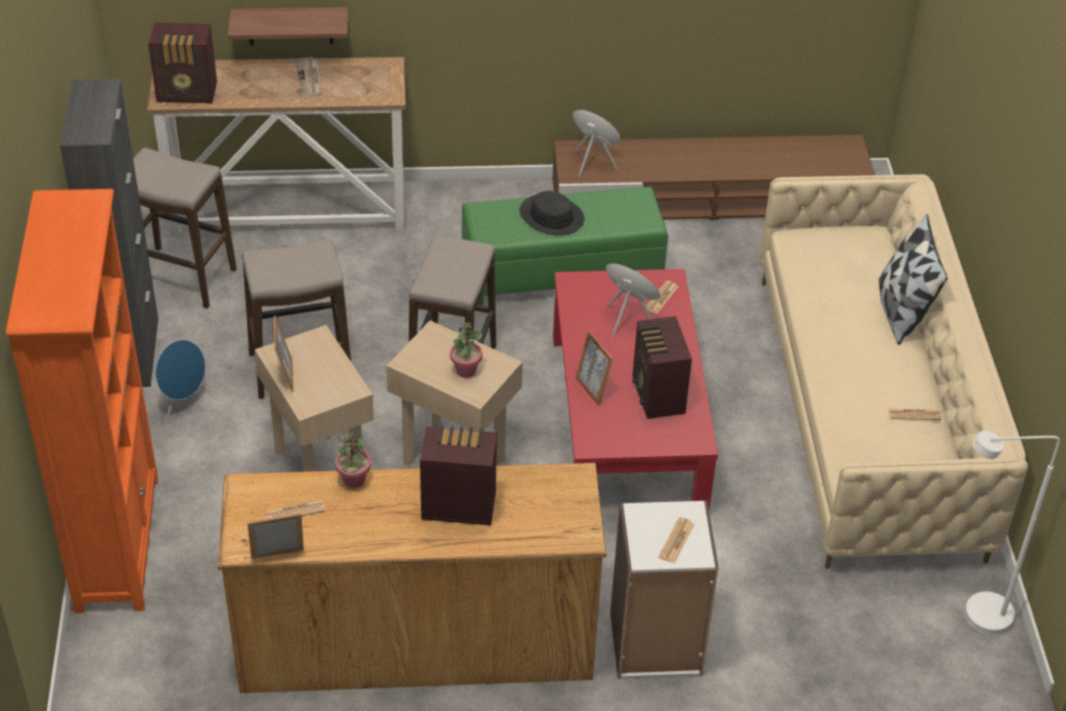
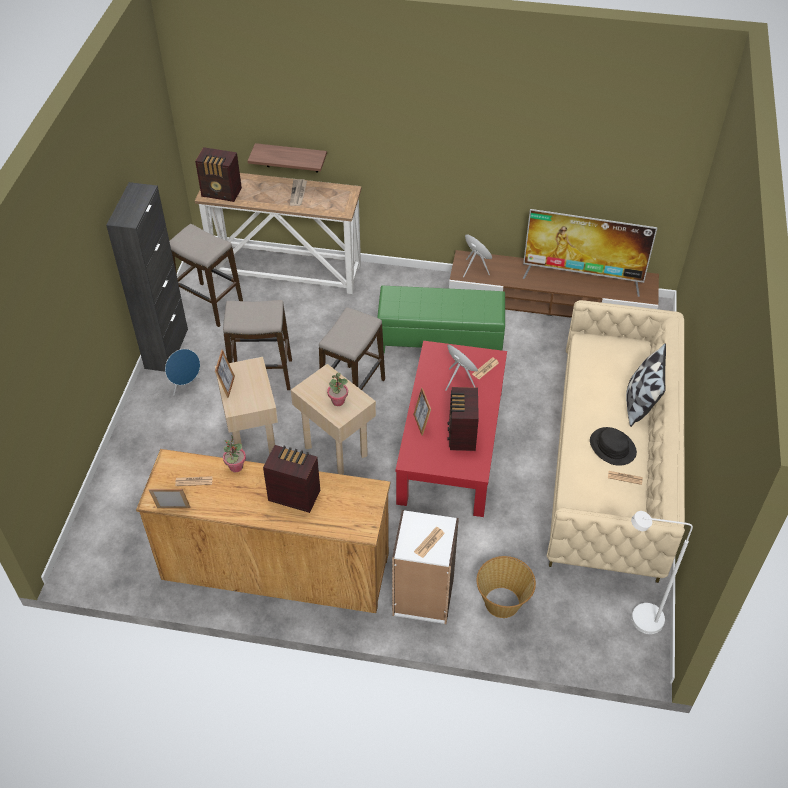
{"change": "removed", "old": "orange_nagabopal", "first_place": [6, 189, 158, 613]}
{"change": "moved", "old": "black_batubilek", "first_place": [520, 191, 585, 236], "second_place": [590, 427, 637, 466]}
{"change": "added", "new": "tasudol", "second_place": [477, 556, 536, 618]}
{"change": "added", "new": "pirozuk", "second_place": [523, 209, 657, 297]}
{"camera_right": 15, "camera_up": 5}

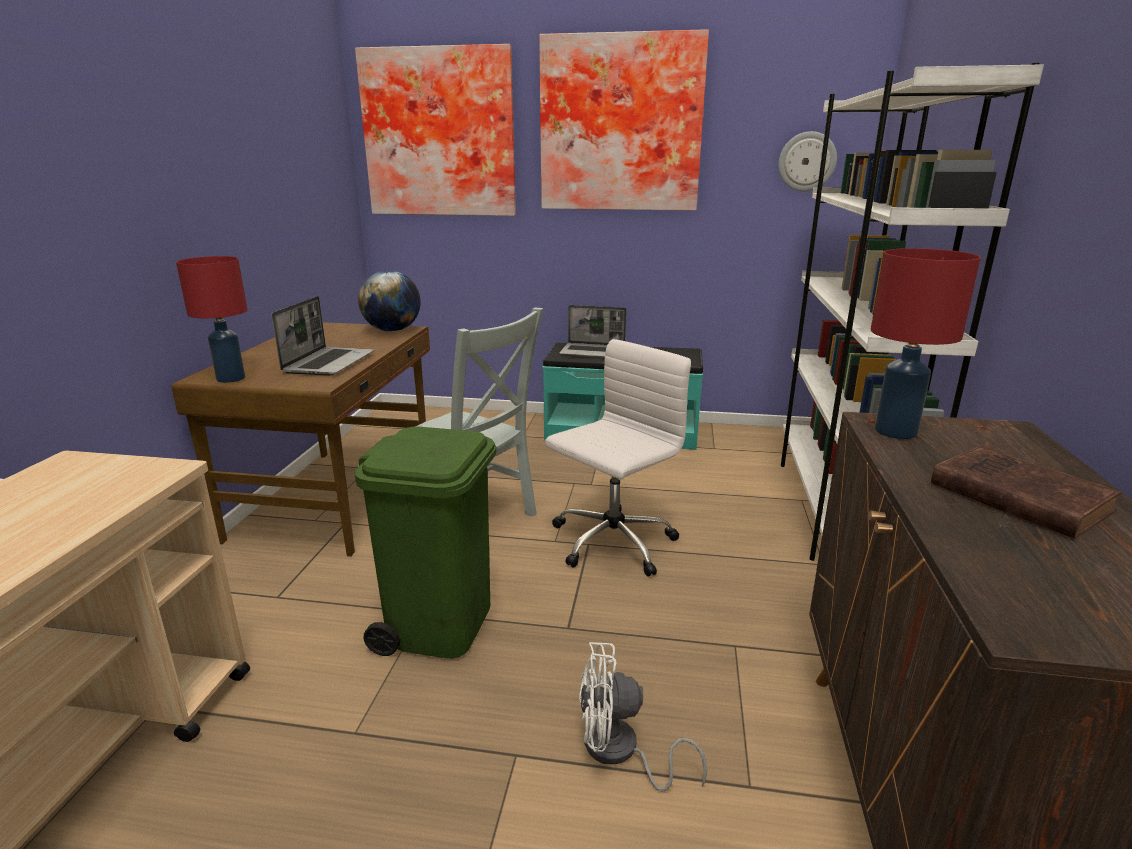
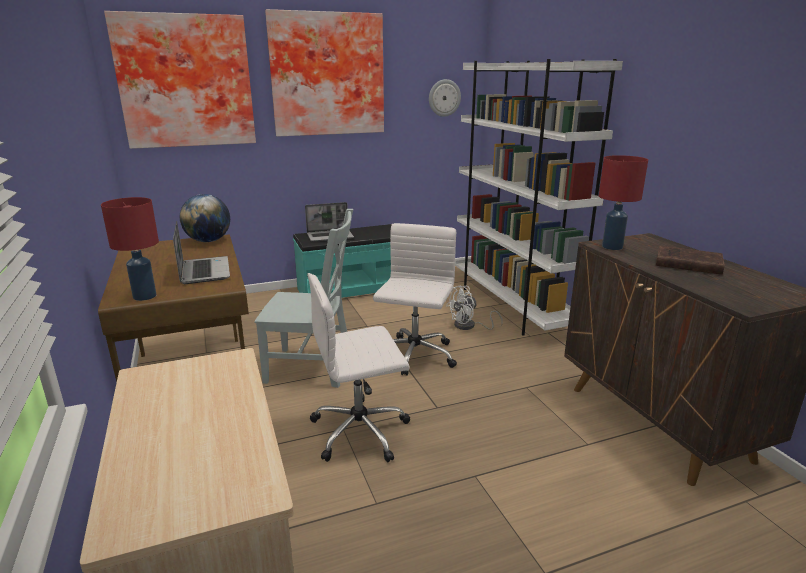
{"change": "replaced", "old": "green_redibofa", "new": "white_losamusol", "first_place": [354, 427, 496, 659], "second_place": [307, 273, 411, 462]}
{"change": "moved", "old": "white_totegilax", "first_place": [579, 642, 707, 792], "second_place": [446, 286, 503, 330]}
{"camera_right": -30, "camera_up": 0}

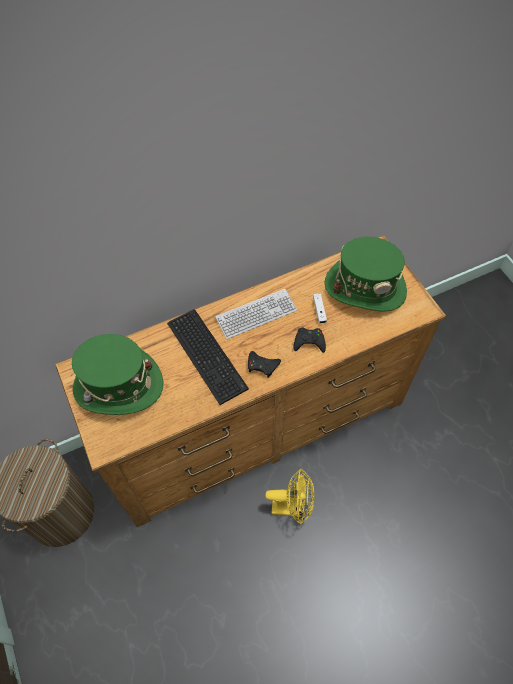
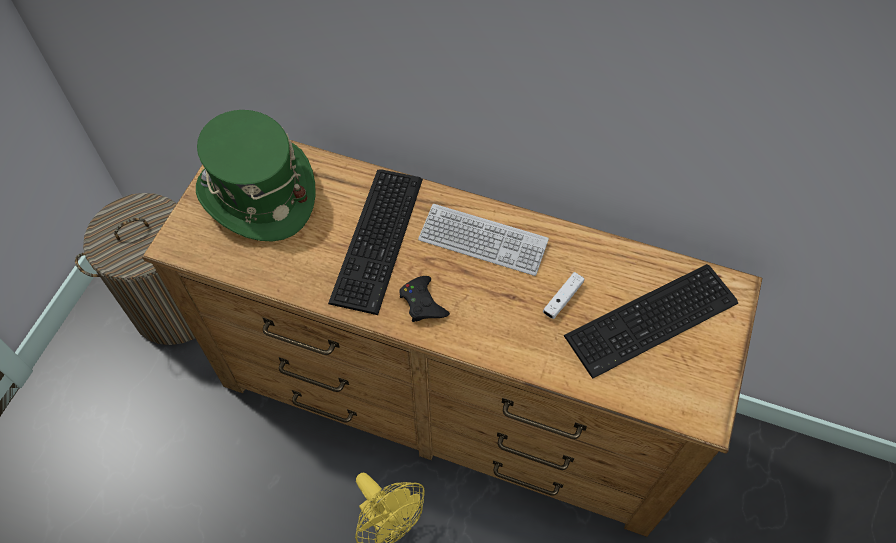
{"change": "removed", "old": "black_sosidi", "first_place": [293, 328, 326, 353]}
{"change": "replaced", "old": "green_batubilek", "new": "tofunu", "first_place": [324, 237, 407, 312], "second_place": [564, 264, 738, 379]}
{"camera_right": 45, "camera_up": 0}

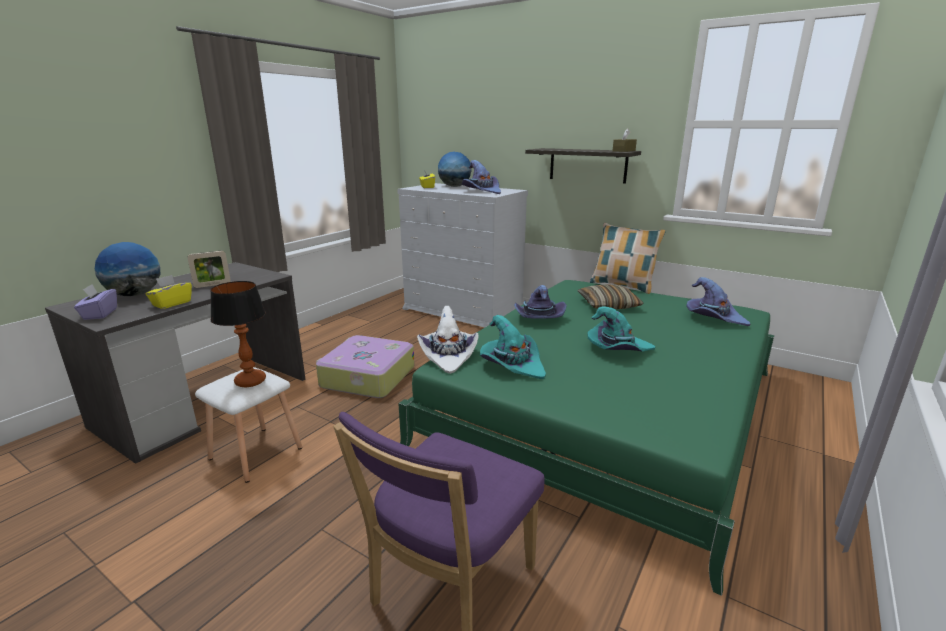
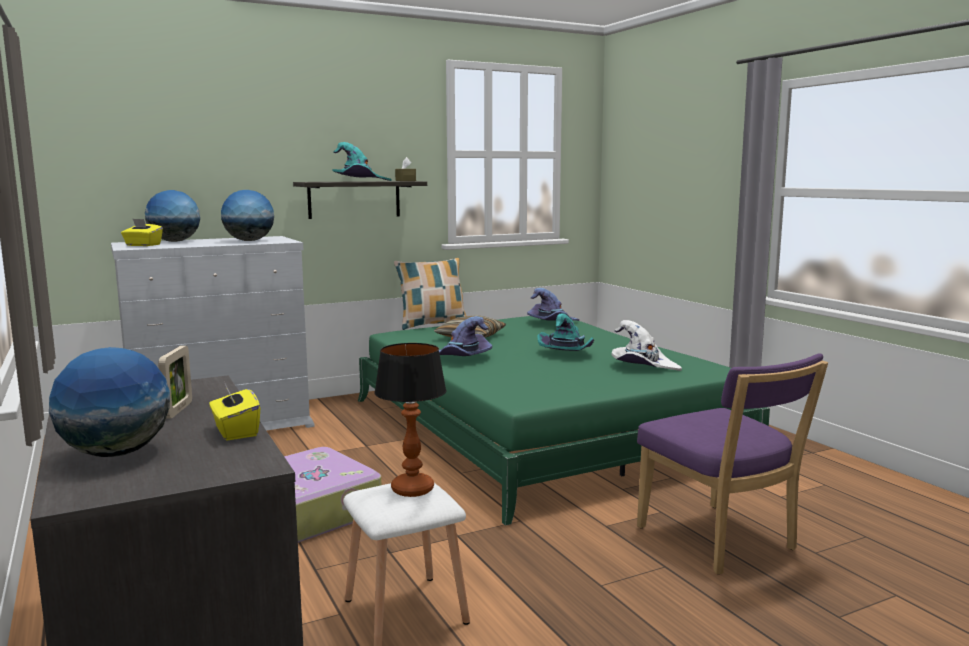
{"change": "removed", "old": "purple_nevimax", "first_place": [74, 284, 117, 320]}
{"change": "moved", "old": "white_batubilek", "first_place": [417, 306, 479, 374], "second_place": [612, 320, 682, 371]}
{"change": "replaced", "old": "purple_batubilek", "new": "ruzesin", "first_place": [462, 160, 501, 194], "second_place": [221, 190, 274, 241]}
{"change": "moved", "old": "turquoise_batubilek", "first_place": [480, 315, 546, 379], "second_place": [332, 142, 392, 181]}
{"camera_right": -60, "camera_up": -10}

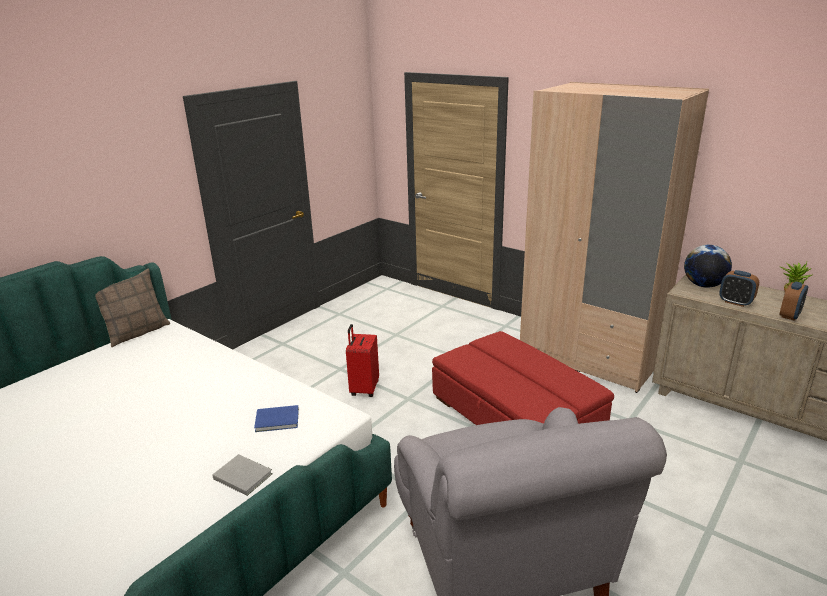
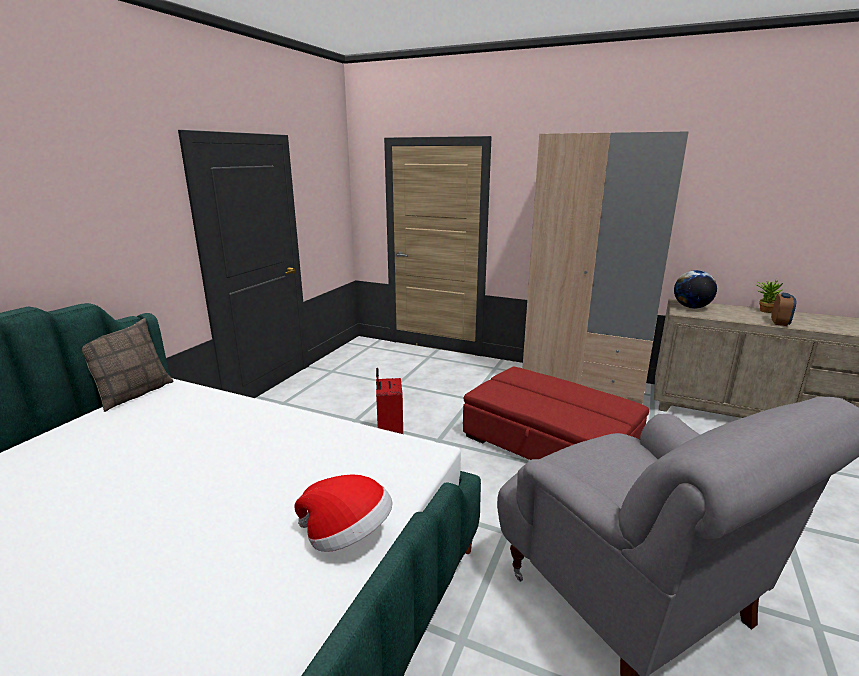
{"change": "replaced", "old": "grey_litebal", "new": "batubilek", "first_place": [212, 454, 273, 496], "second_place": [294, 474, 393, 552]}
{"change": "removed", "old": "blue_litebal", "first_place": [254, 405, 299, 432]}
{"change": "removed", "old": "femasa", "first_place": [719, 270, 759, 307]}
{"camera_right": -15, "camera_up": -5}

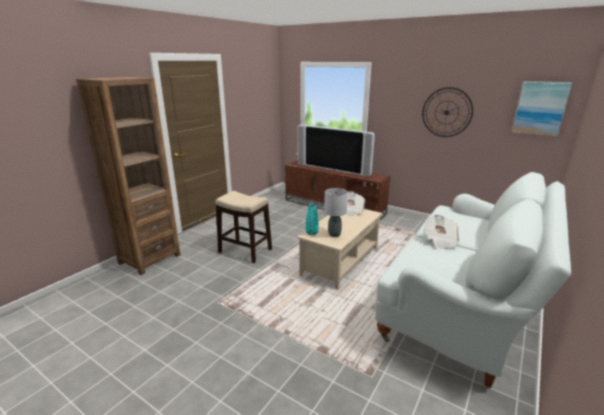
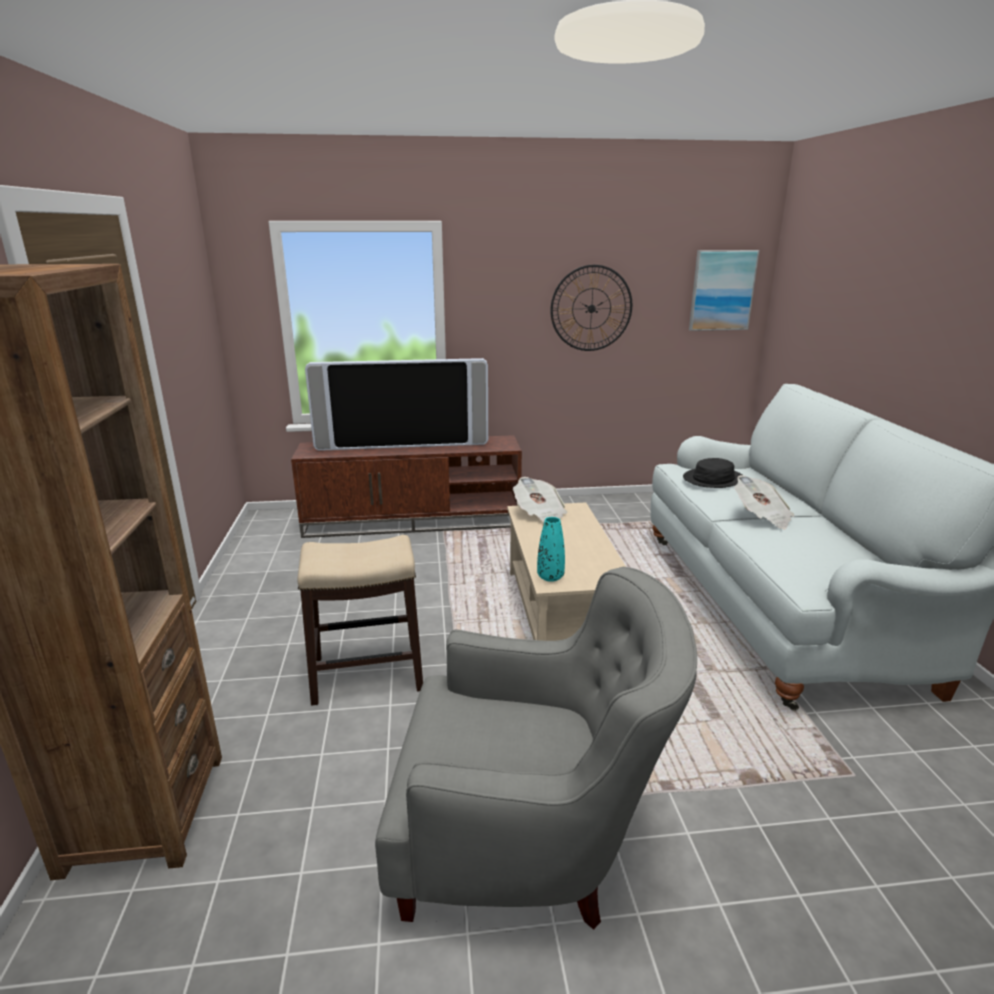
{"change": "removed", "old": "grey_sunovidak", "first_place": [324, 188, 348, 237]}
{"change": "added", "new": "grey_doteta", "second_place": [375, 567, 697, 929]}
{"change": "added", "new": "black_batubilek", "second_place": [683, 458, 742, 488]}
{"camera_right": -40, "camera_up": 0}

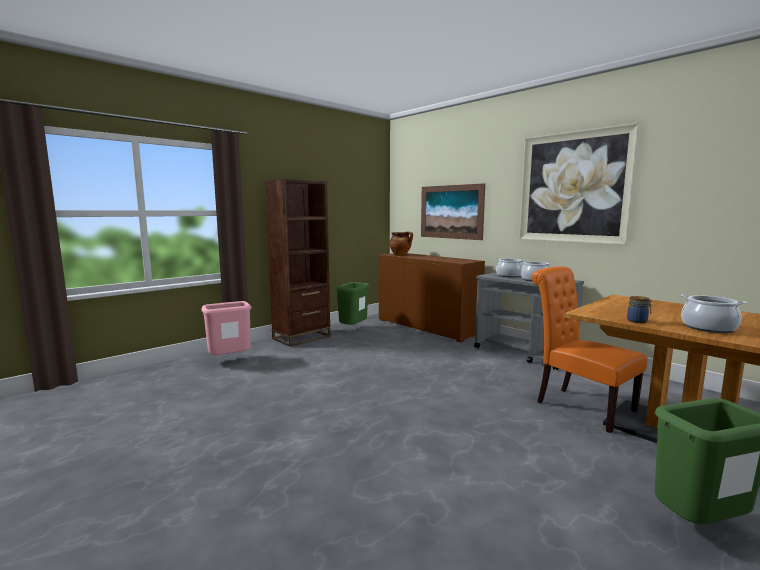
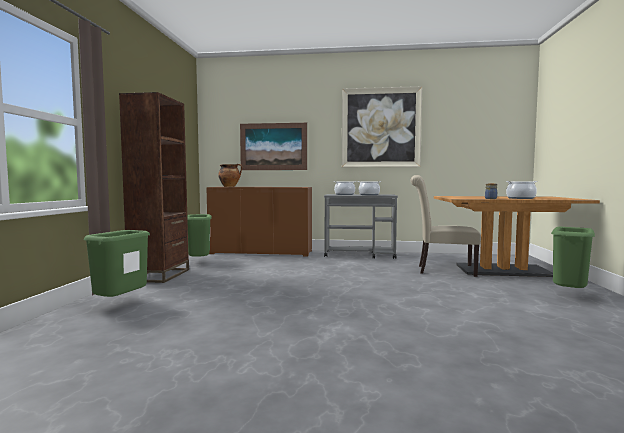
{"change": "recoloured", "old": "pink_redibofa", "new": "green_redibofa", "first_place": [201, 301, 252, 355], "second_place": [84, 230, 150, 297]}
{"change": "recoloured", "old": "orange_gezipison", "new": "beige_gezipison", "first_place": [531, 266, 648, 433], "second_place": [410, 175, 481, 277]}
{"camera_right": -40, "camera_up": -5}

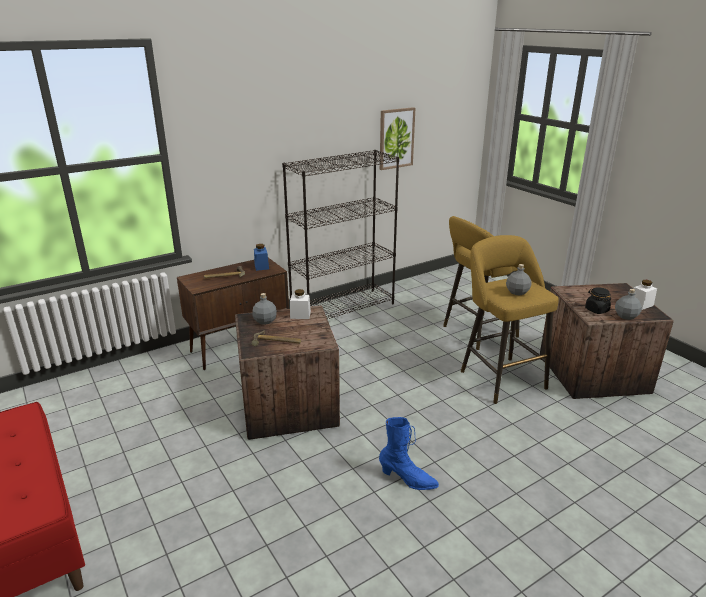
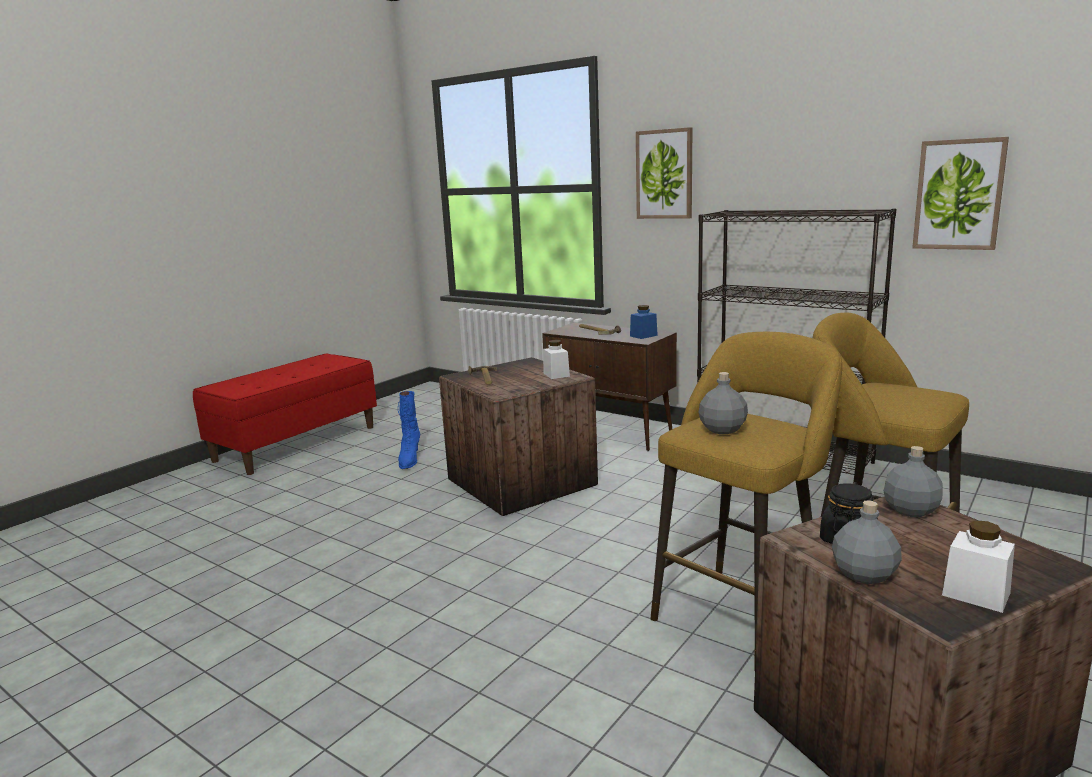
{"change": "moved", "old": "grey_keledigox", "first_place": [252, 293, 277, 325], "second_place": [884, 446, 943, 517]}
{"change": "moved", "old": "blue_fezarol", "first_place": [379, 417, 439, 490], "second_place": [398, 391, 420, 469]}
{"change": "added", "new": "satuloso", "second_place": [636, 127, 692, 219]}
{"camera_right": 70, "camera_up": -10}

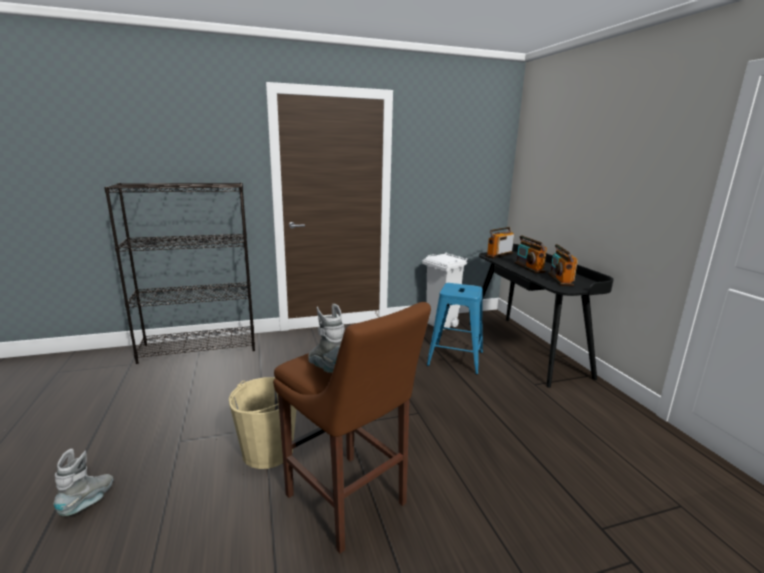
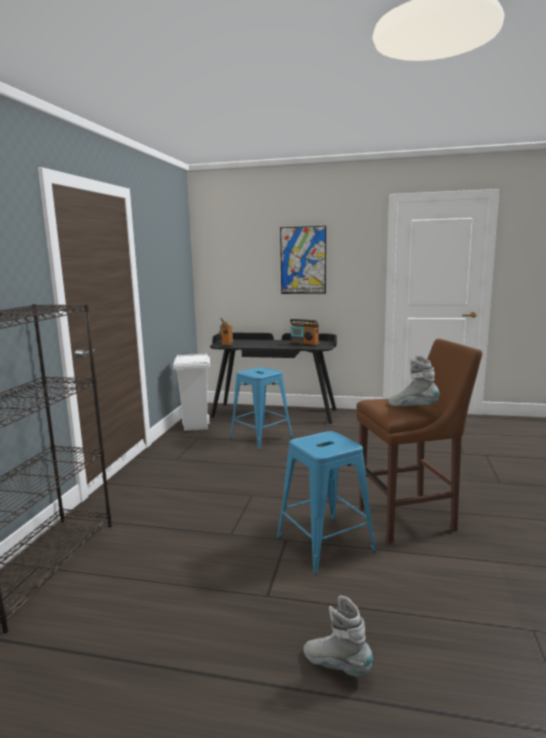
{"change": "replaced", "old": "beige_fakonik", "new": "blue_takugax", "first_place": [229, 377, 296, 469], "second_place": [277, 431, 376, 574]}
{"change": "turned", "old": "grey_fezarol", "first_place": [308, 304, 345, 373], "second_place": [388, 355, 440, 406], "degrees": 45}
{"change": "removed", "old": "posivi", "first_place": [514, 235, 547, 273]}
{"change": "added", "new": "satuloso", "second_place": [280, 226, 326, 294]}
{"camera_right": -60, "camera_up": -5}

